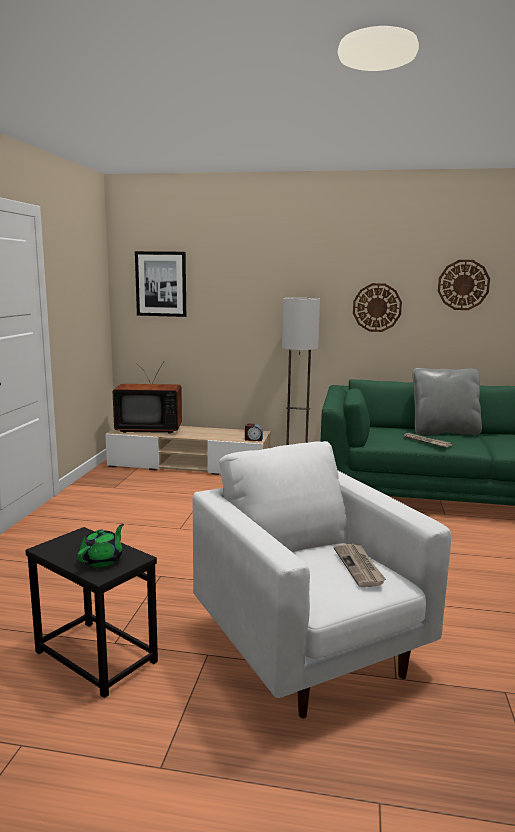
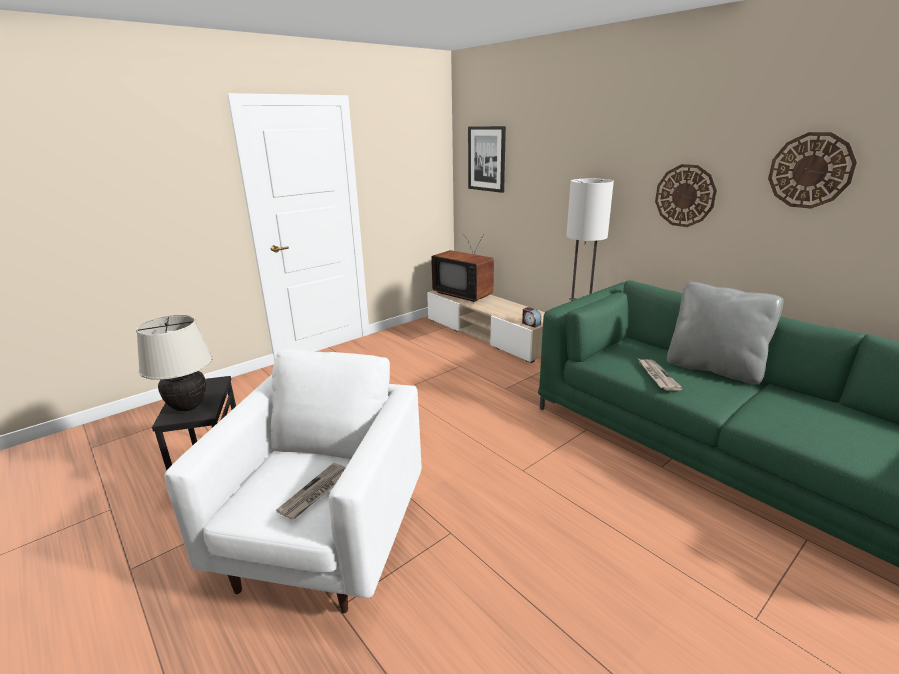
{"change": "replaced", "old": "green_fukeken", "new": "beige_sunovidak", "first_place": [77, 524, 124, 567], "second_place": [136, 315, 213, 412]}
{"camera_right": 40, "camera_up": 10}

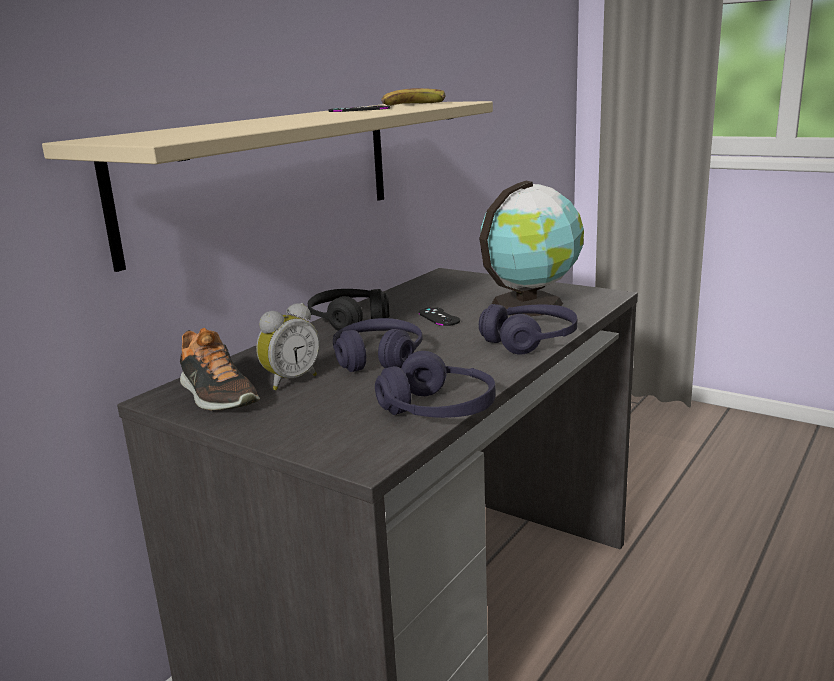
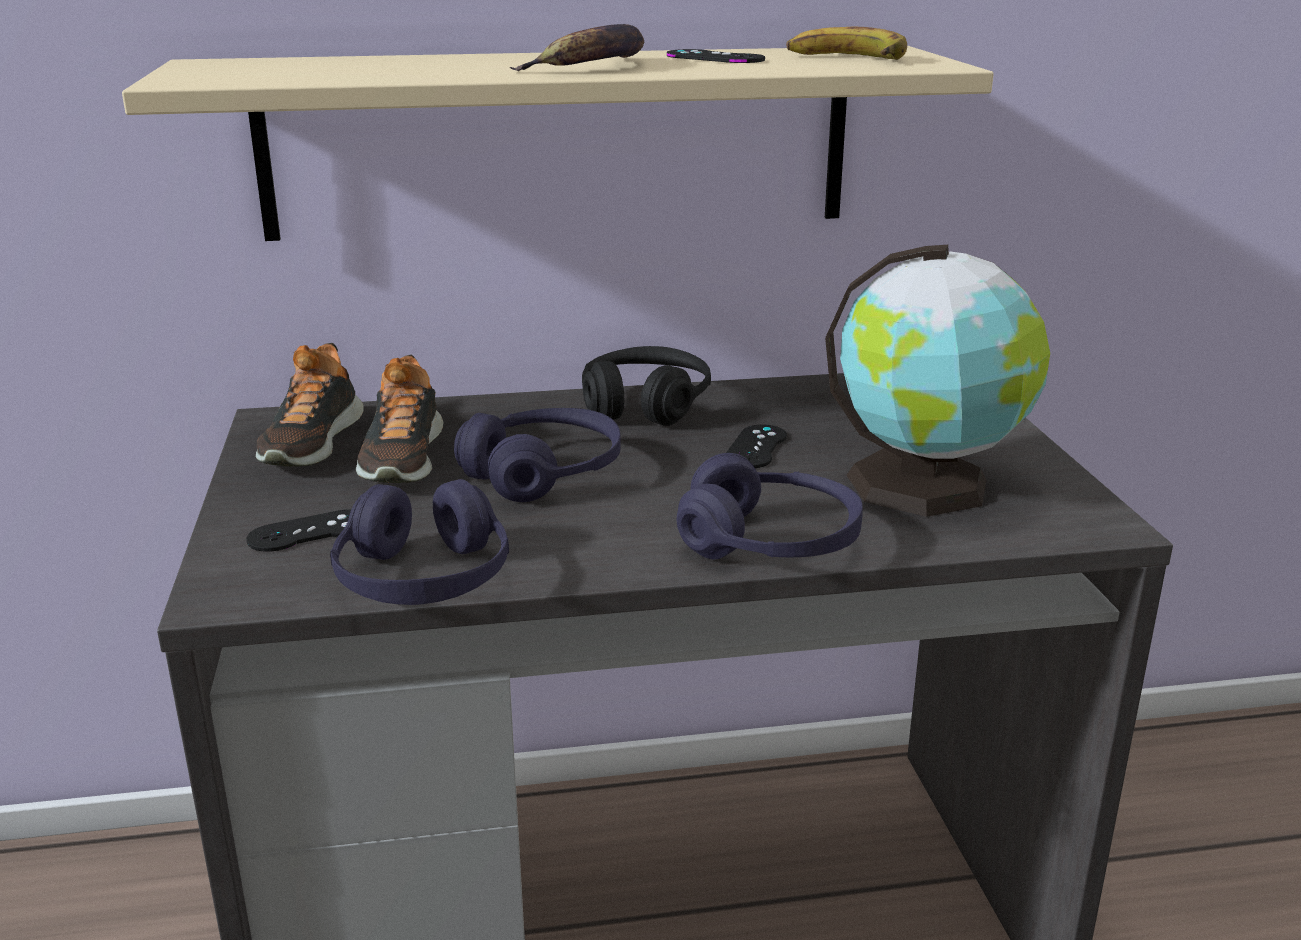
{"change": "replaced", "old": "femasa", "new": "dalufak", "first_place": [256, 303, 320, 390], "second_place": [356, 355, 443, 483]}
{"change": "added", "new": "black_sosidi", "second_place": [246, 509, 351, 552]}
{"change": "added", "new": "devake", "second_place": [510, 24, 644, 71]}
{"camera_right": 45, "camera_up": 5}

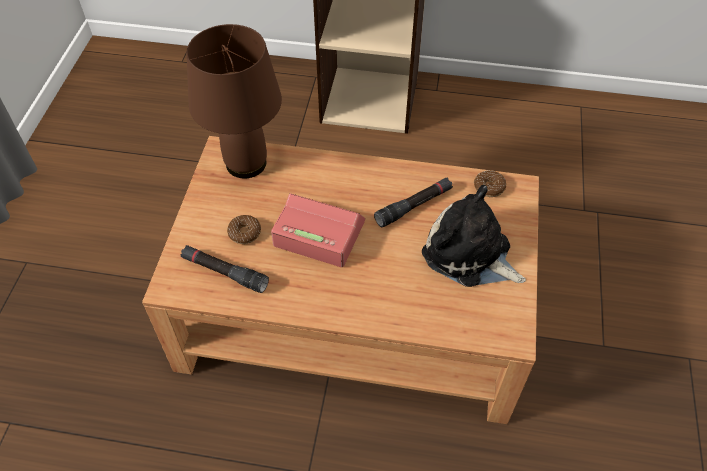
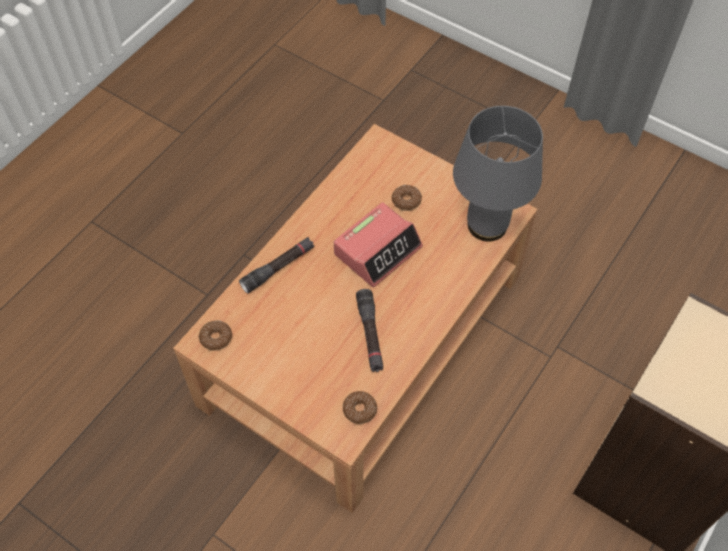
{"change": "moved", "old": "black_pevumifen", "first_place": [181, 245, 269, 293], "second_place": [239, 237, 314, 293]}
{"change": "recoloured", "old": "brown_sunovidak", "new": "grey_sunovidak", "first_place": [187, 24, 282, 178], "second_place": [453, 106, 543, 242]}
{"change": "removed", "old": "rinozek", "first_place": [422, 185, 526, 287]}
{"change": "added", "new": "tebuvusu", "second_place": [199, 320, 232, 351]}
{"camera_right": 115, "camera_up": 5}

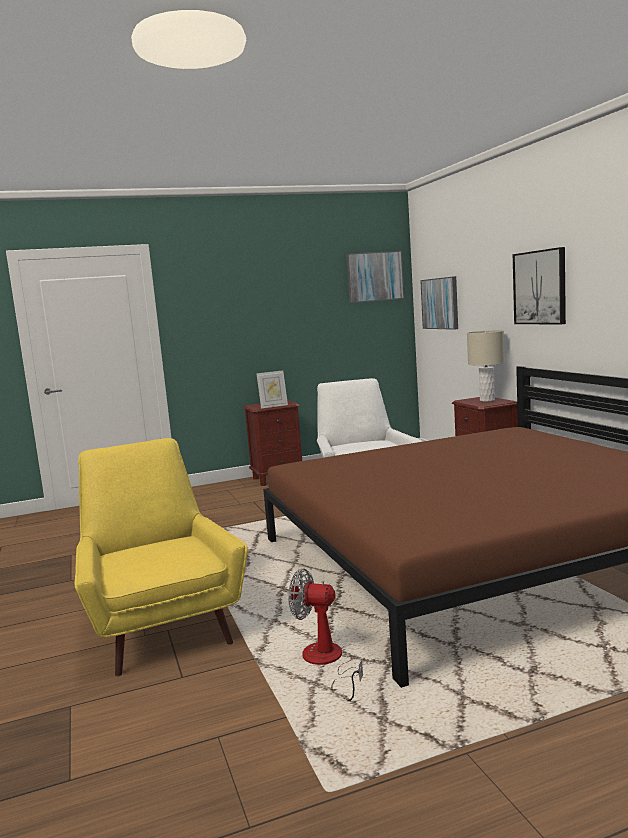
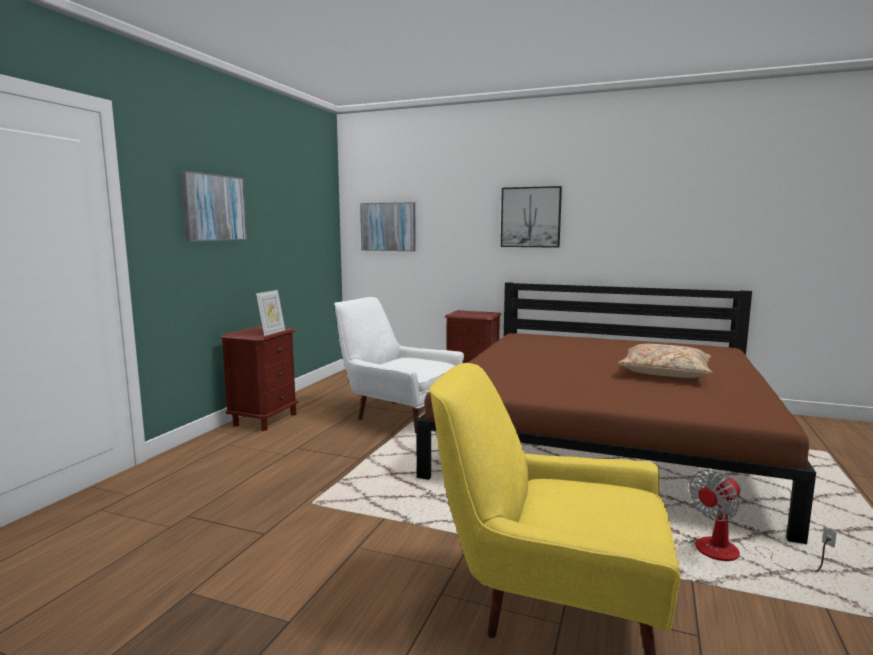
{"change": "moved", "old": "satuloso", "first_place": [346, 251, 404, 303], "second_place": [180, 171, 247, 241]}
{"change": "removed", "old": "beige_sunovidak", "first_place": [467, 330, 505, 401]}
{"change": "added", "new": "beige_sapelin", "second_place": [618, 344, 712, 378]}
{"camera_right": -50, "camera_up": 0}

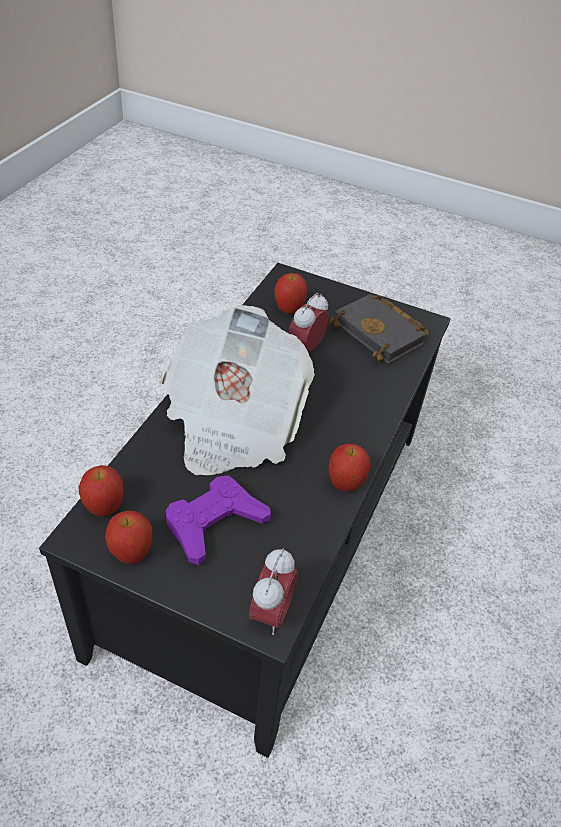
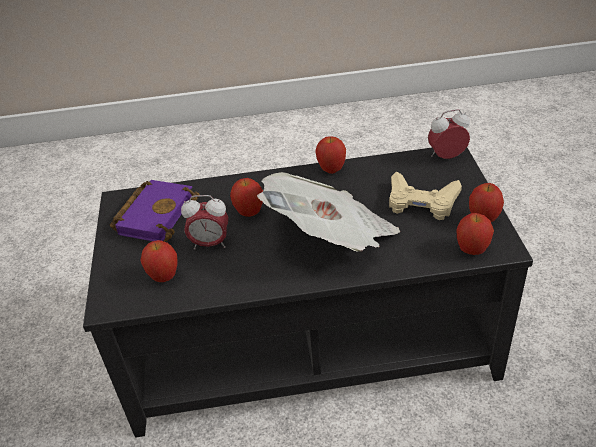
{"change": "recoloured", "old": "purple_sosidi", "new": "beige_sosidi", "first_place": [166, 476, 271, 565], "second_place": [389, 171, 462, 220]}
{"change": "recoloured", "old": "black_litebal", "new": "purple_litebal", "first_place": [330, 294, 429, 364], "second_place": [110, 180, 200, 241]}
{"change": "added", "new": "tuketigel", "second_place": [230, 178, 263, 217]}
{"camera_right": -115, "camera_up": -5}

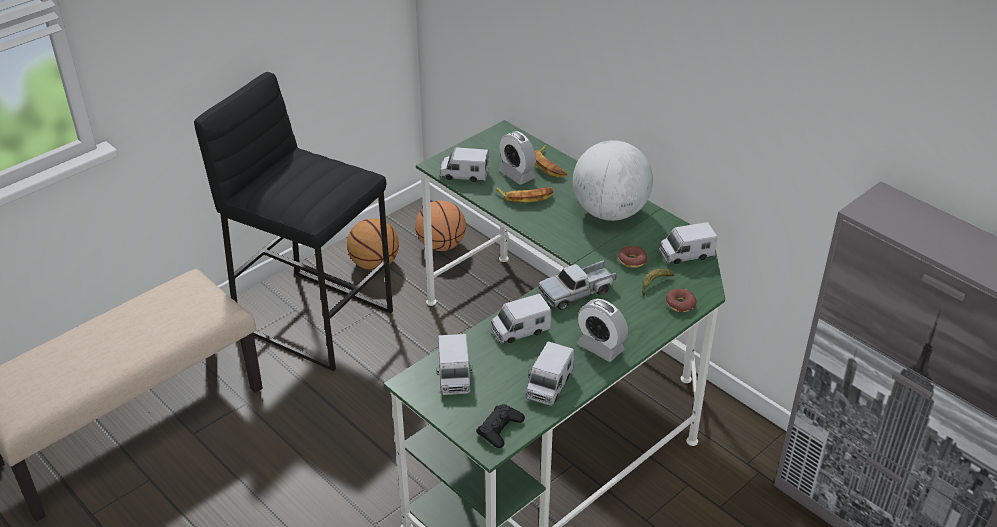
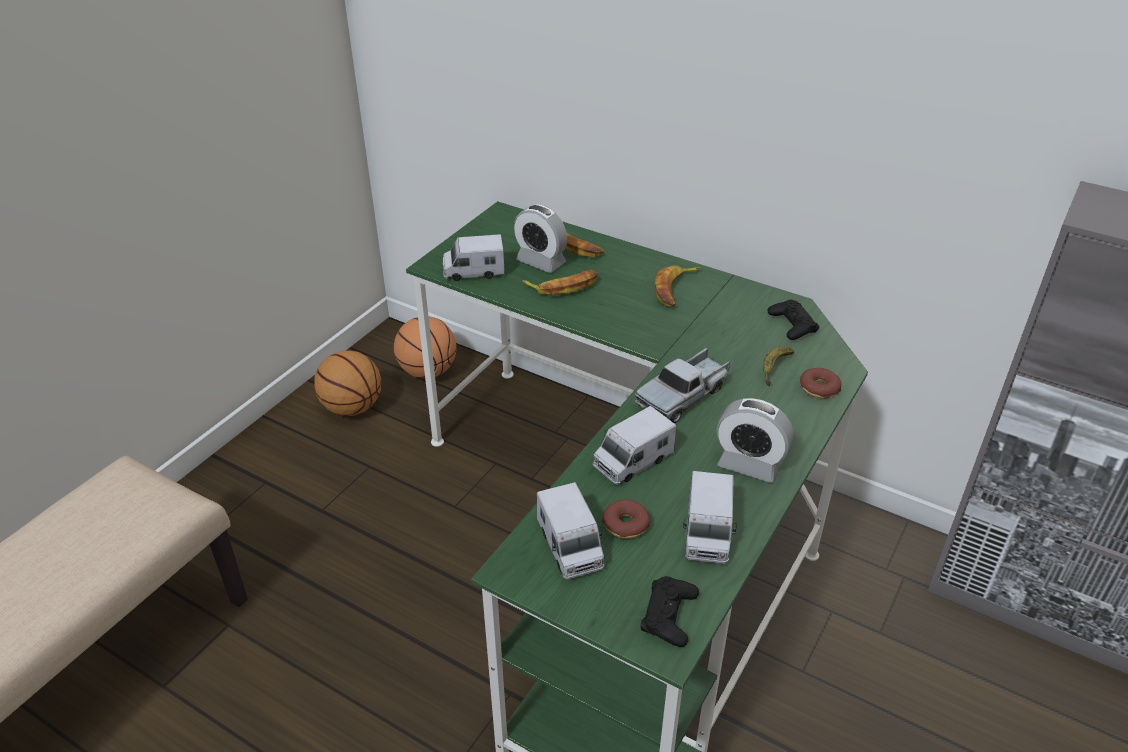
{"change": "removed", "old": "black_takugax", "first_place": [194, 72, 393, 371]}
{"change": "replaced", "old": "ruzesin", "new": "devake", "first_place": [573, 140, 653, 221], "second_place": [655, 265, 701, 307]}
{"change": "moved", "old": "tebuvusu", "first_place": [618, 246, 647, 268], "second_place": [602, 499, 650, 539]}
{"change": "replaced", "old": "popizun", "new": "black_sosidi", "first_place": [659, 222, 718, 264], "second_place": [768, 300, 819, 340]}
{"camera_right": -15, "camera_up": 0}

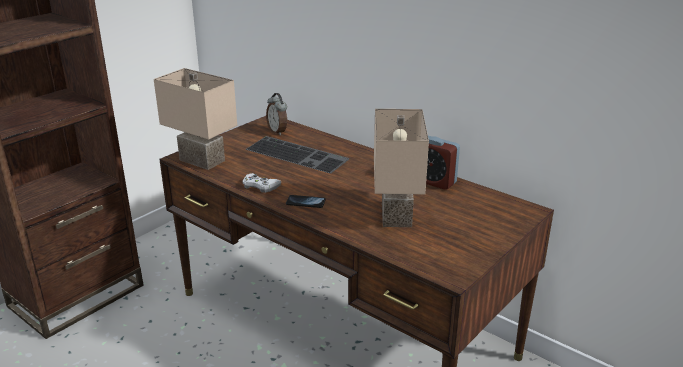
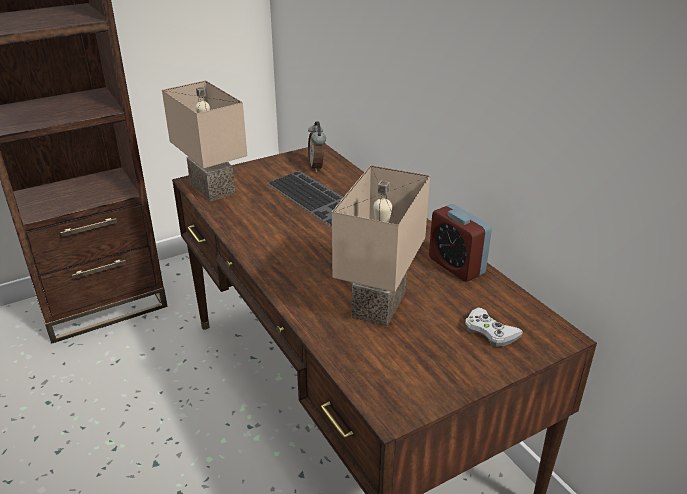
{"change": "moved", "old": "white_sosidi", "first_place": [243, 173, 282, 193], "second_place": [465, 307, 523, 347]}
{"change": "removed", "old": "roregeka", "first_place": [286, 195, 326, 208]}
{"camera_right": 20, "camera_up": 5}

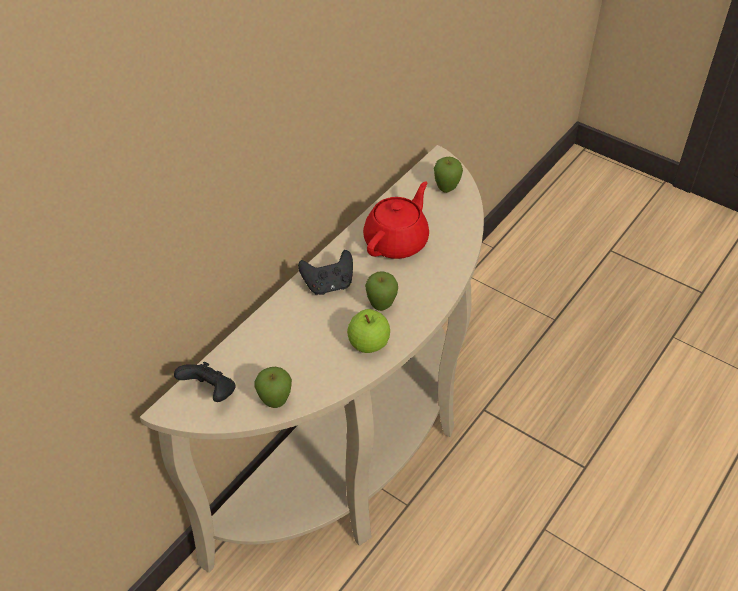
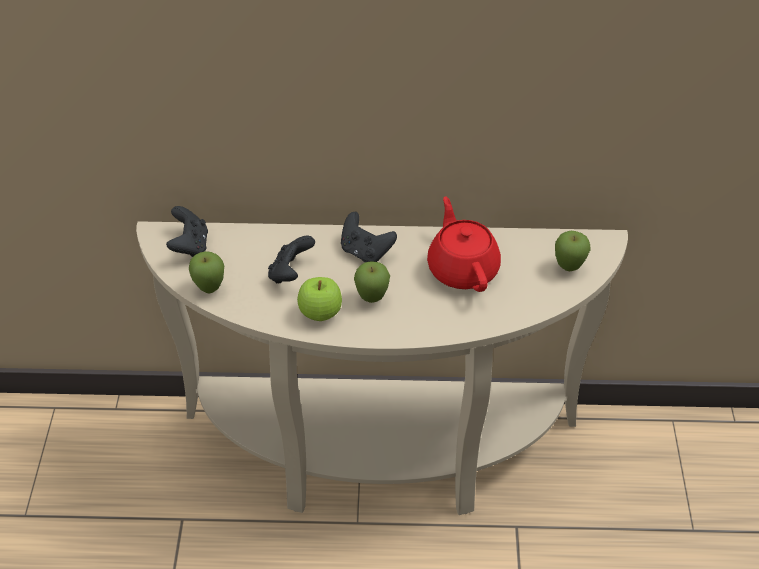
{"change": "turned", "old": "red_fukeken", "first_place": [363, 181, 429, 259], "second_place": [427, 196, 501, 292], "degrees": -105}
{"change": "added", "new": "black_sosidi", "second_place": [268, 236, 315, 284]}
{"camera_right": 55, "camera_up": 0}

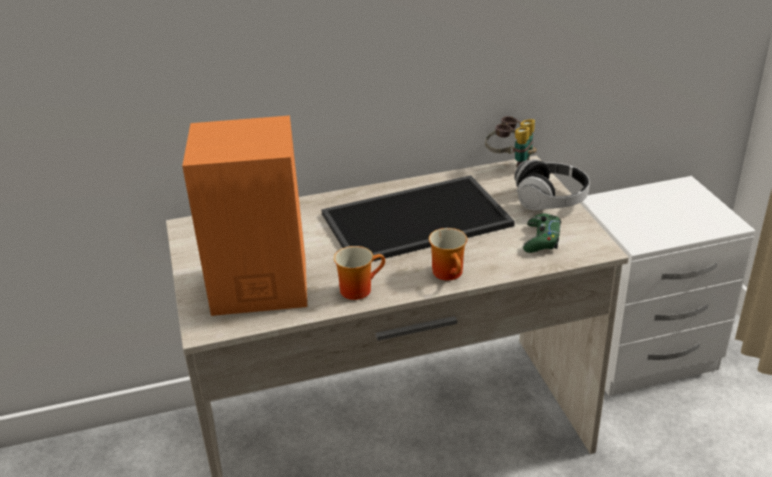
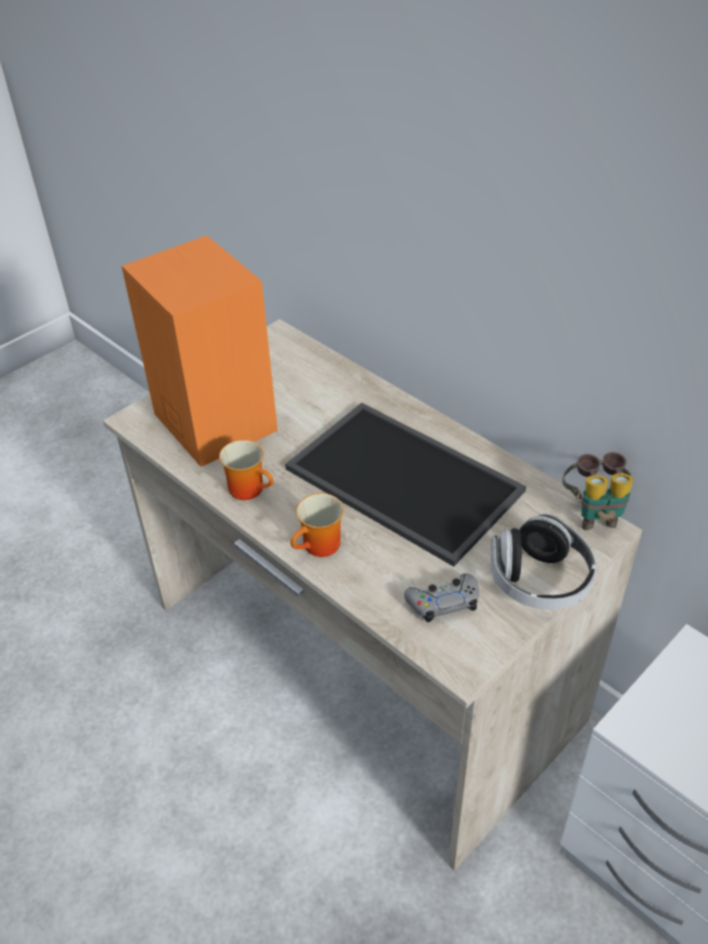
{"change": "recoloured", "old": "green_sosidi", "new": "grey_sosidi", "first_place": [523, 214, 561, 253], "second_place": [404, 573, 479, 622]}
{"camera_right": 60, "camera_up": 10}

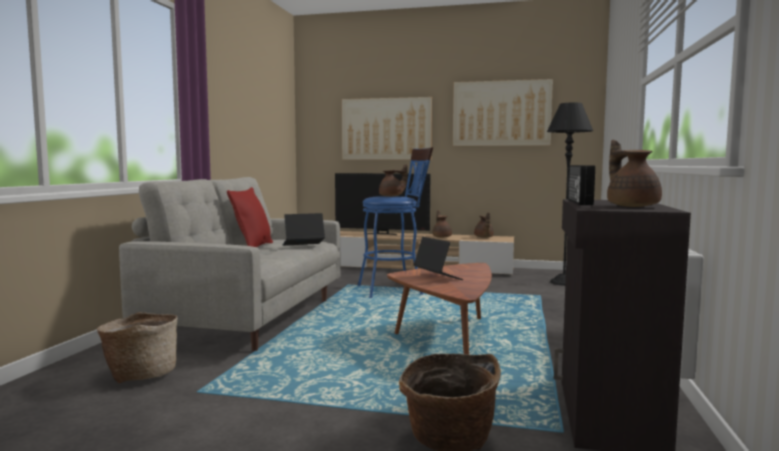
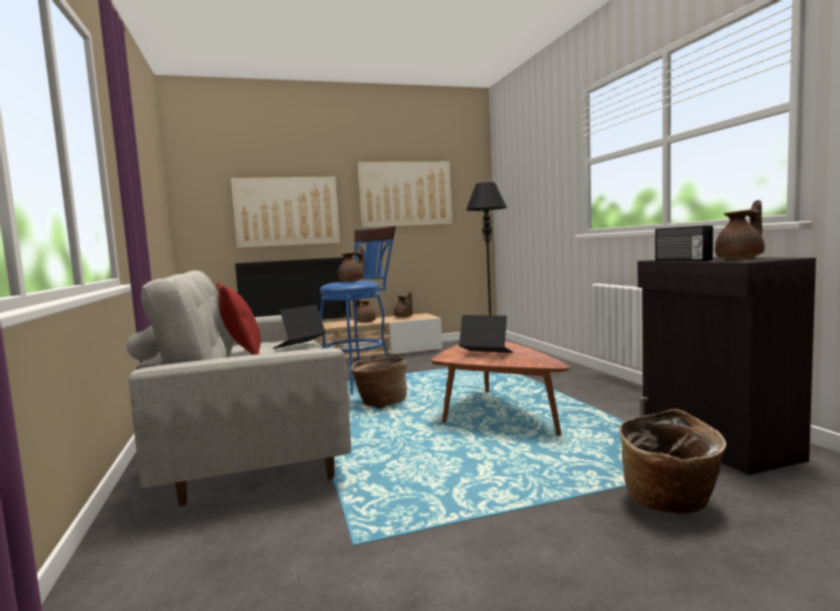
{"change": "moved", "old": "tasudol", "first_place": [97, 312, 178, 384], "second_place": [351, 357, 407, 409]}
{"change": "turned", "old": "brown_fukeken", "first_place": [607, 139, 662, 207], "second_place": [715, 200, 765, 259], "degrees": 105}
{"camera_right": -30, "camera_up": 0}

